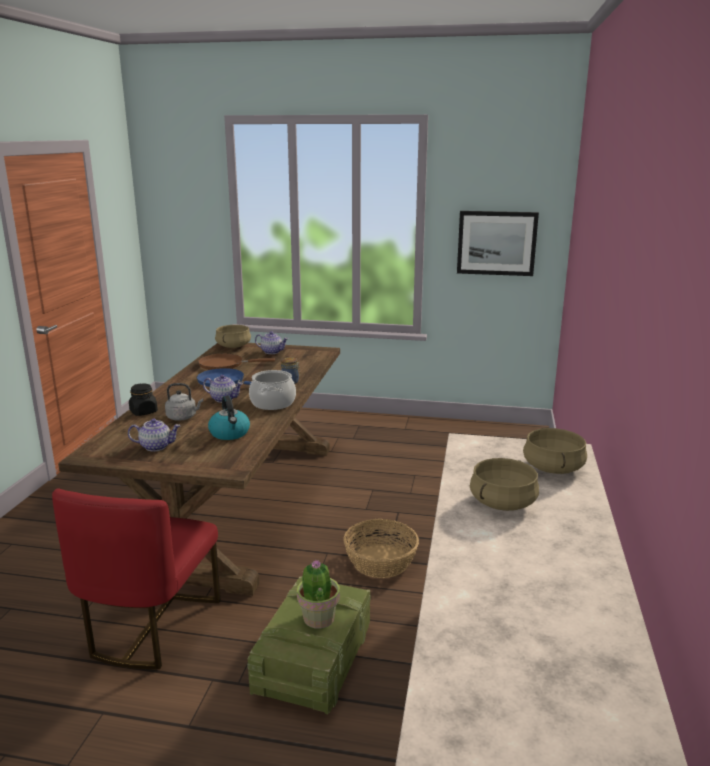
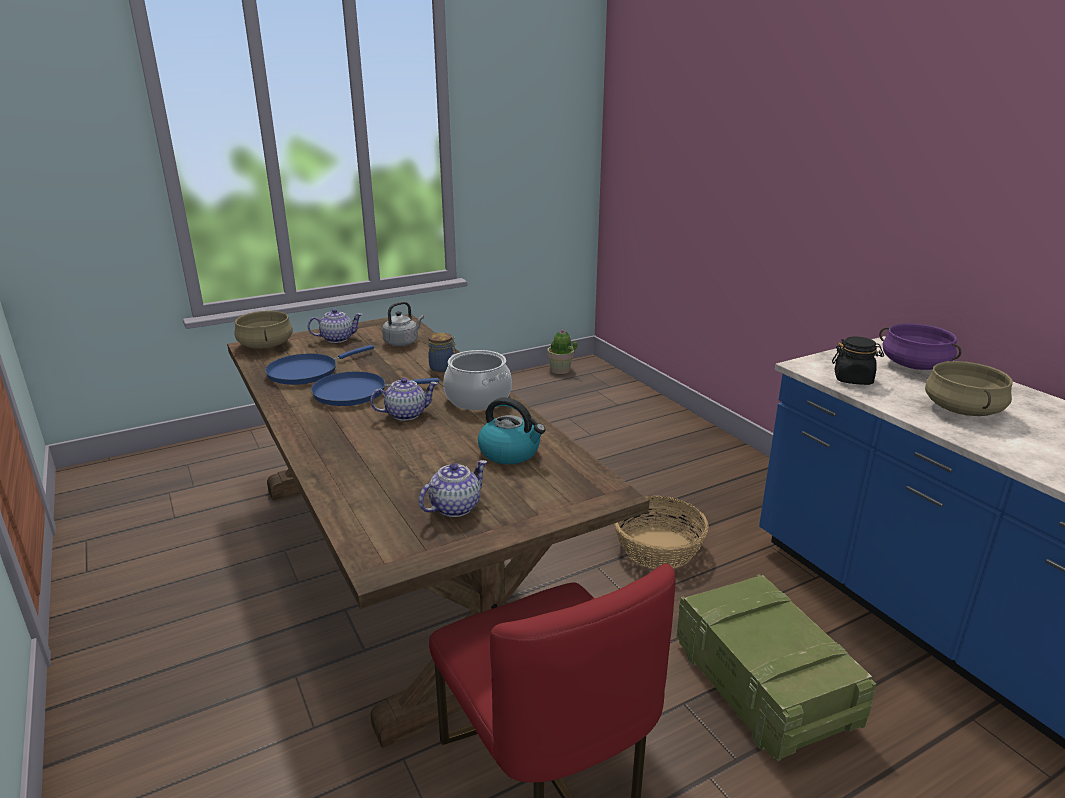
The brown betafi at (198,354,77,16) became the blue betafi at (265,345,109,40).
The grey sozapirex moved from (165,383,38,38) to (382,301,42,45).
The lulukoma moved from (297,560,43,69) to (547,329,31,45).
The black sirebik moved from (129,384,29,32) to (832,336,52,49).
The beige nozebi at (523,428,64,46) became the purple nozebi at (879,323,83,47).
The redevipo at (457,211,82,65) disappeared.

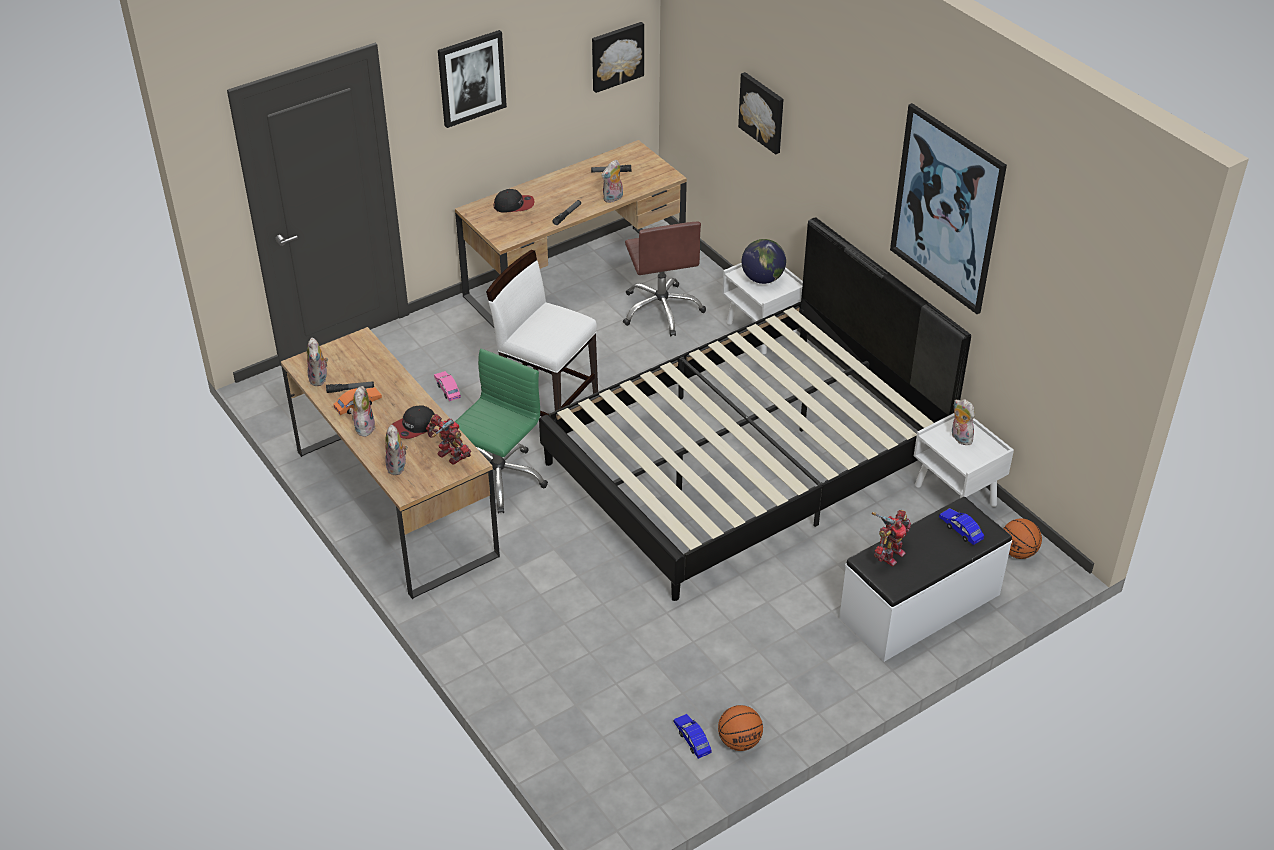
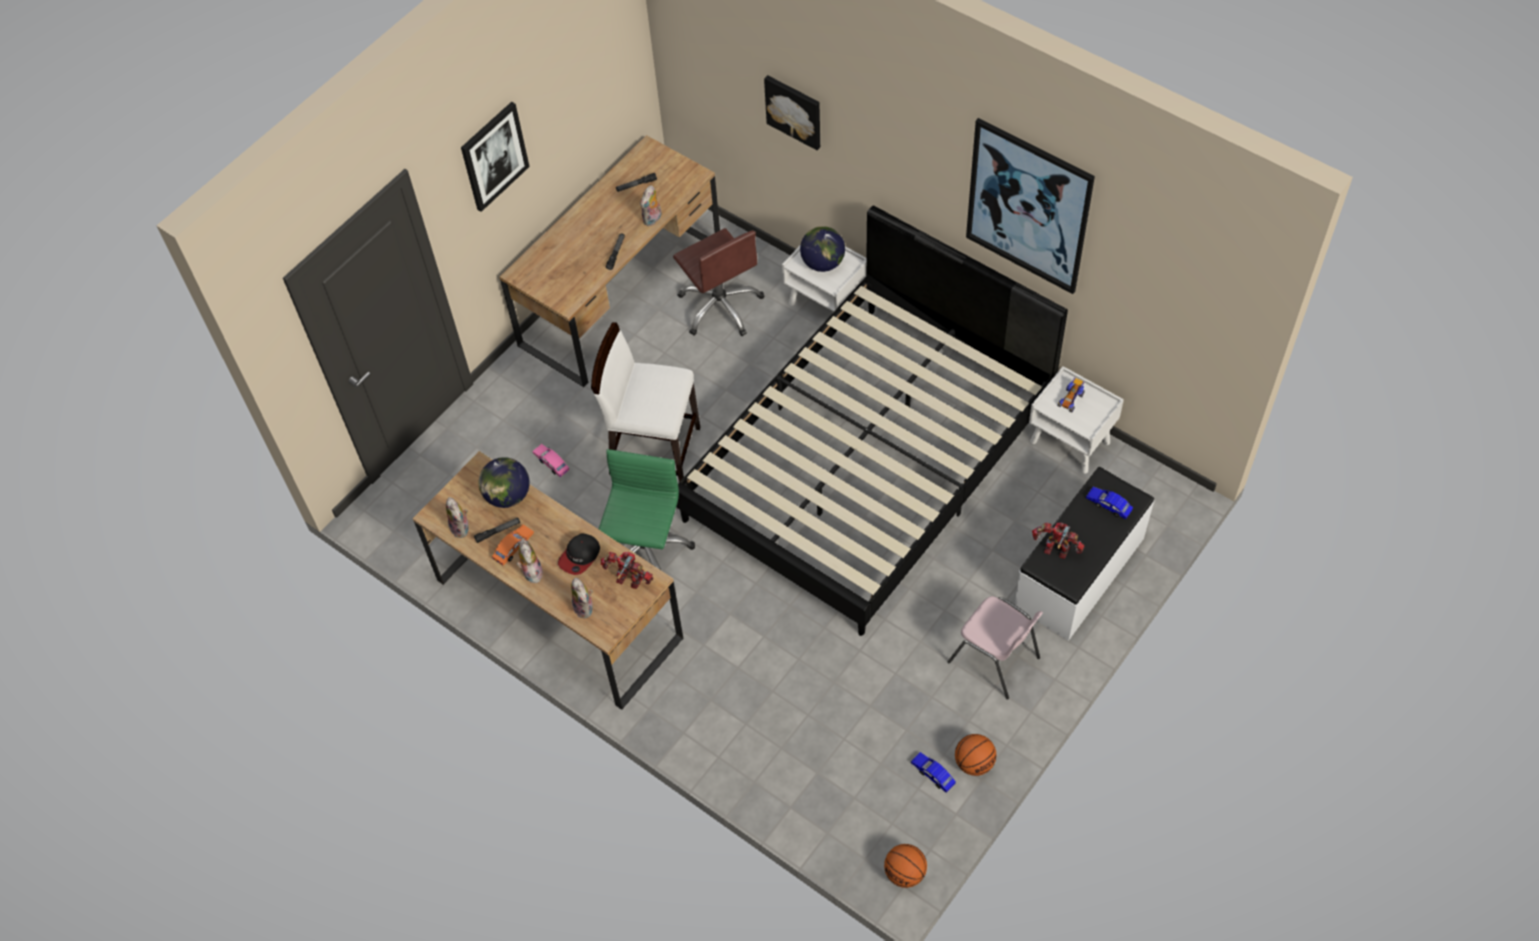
The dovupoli at (479,457,51,51) appeared.
The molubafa moved from (1003,518,39,41) to (884,844,43,44).
The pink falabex at (948,596,95,103) appeared.
The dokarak at (872,510,39,57) turned 90 degrees counterclockwise.
The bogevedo at (952,399,23,46) was replaced by the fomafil at (1057,377,28,36).
The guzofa at (494,189,40,24) disappeared.
The redevipo at (592,22,52,71) disappeared.

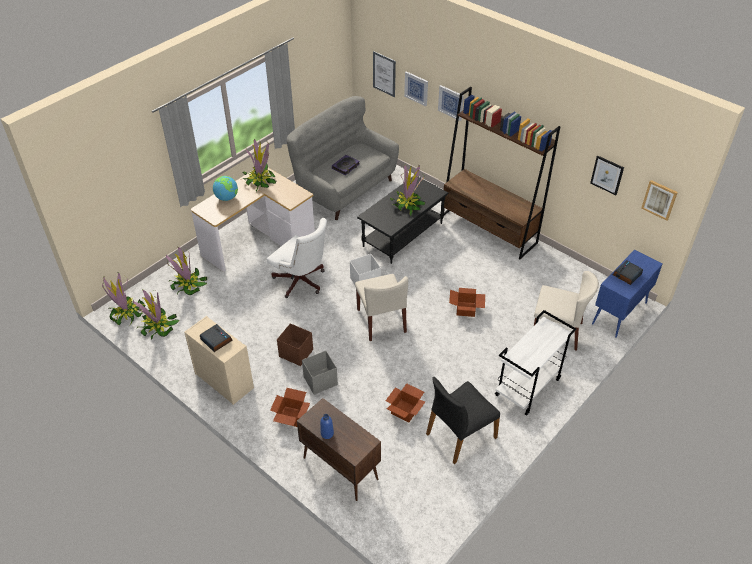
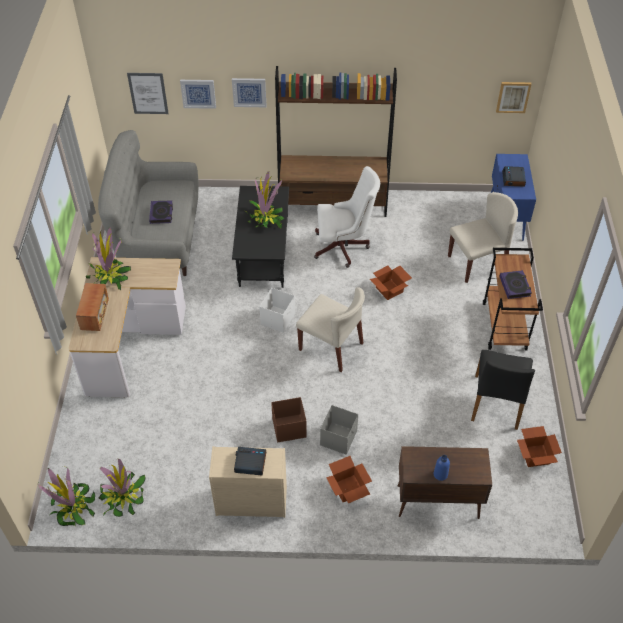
The dovupoli at (213,176,25,25) was replaced by the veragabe at (76,283,33,48).
The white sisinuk moved from (267,218,60,80) to (314,166,66,102).
The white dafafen at (495,310,81,106) became the brown dafafen at (483,248,60,102).
The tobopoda at (499,270,33,29) appeared.
The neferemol moved from (386,383,40,39) to (517,426,45,41).
The lulukoma at (166,246,41,49) disappeared.
The redevipo at (590,156,34,39) disappeared.

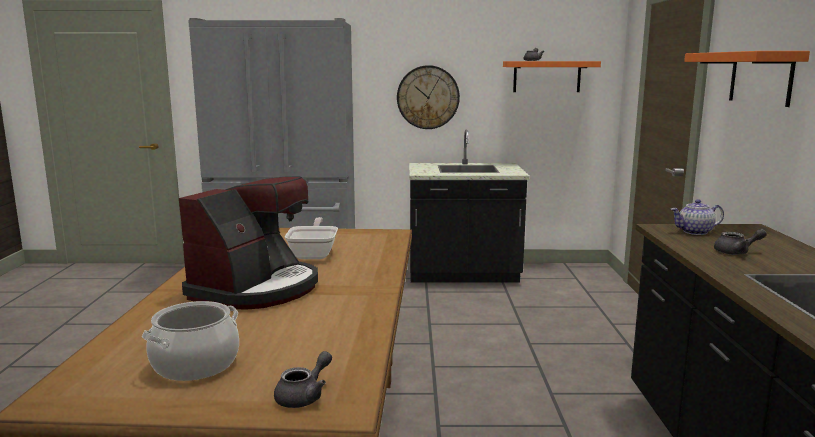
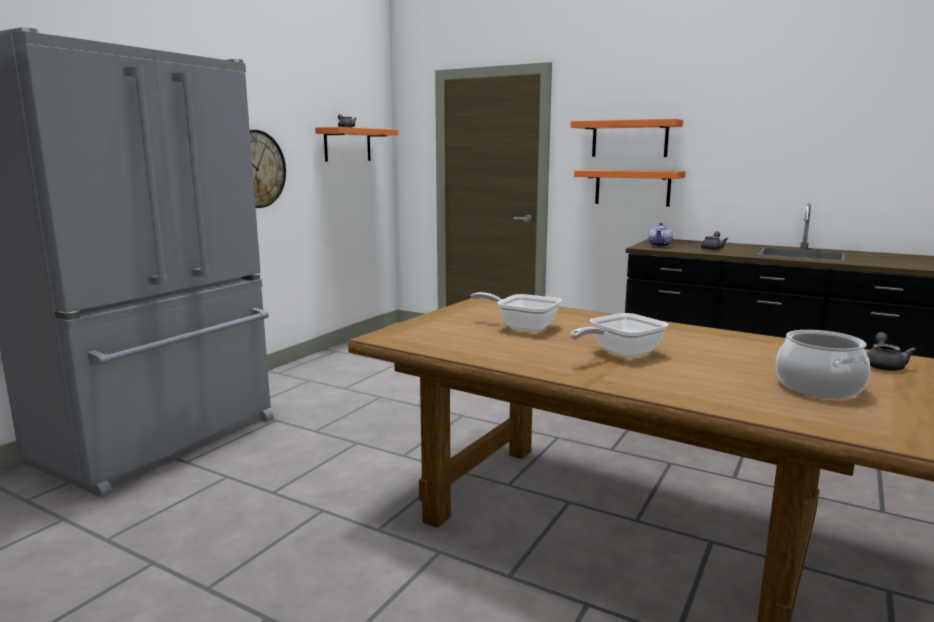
The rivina at (179,176,139,134) was replaced by the betafi at (570,313,99,45).
The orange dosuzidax at (574,170,111,37) appeared.
The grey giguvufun at (274,351,58,57) turned 45 degrees clockwise.
The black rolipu at (409,130,120,152) disappeared.

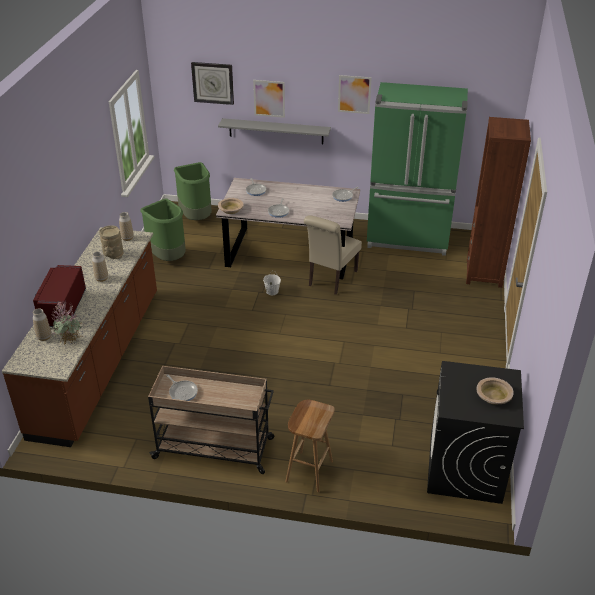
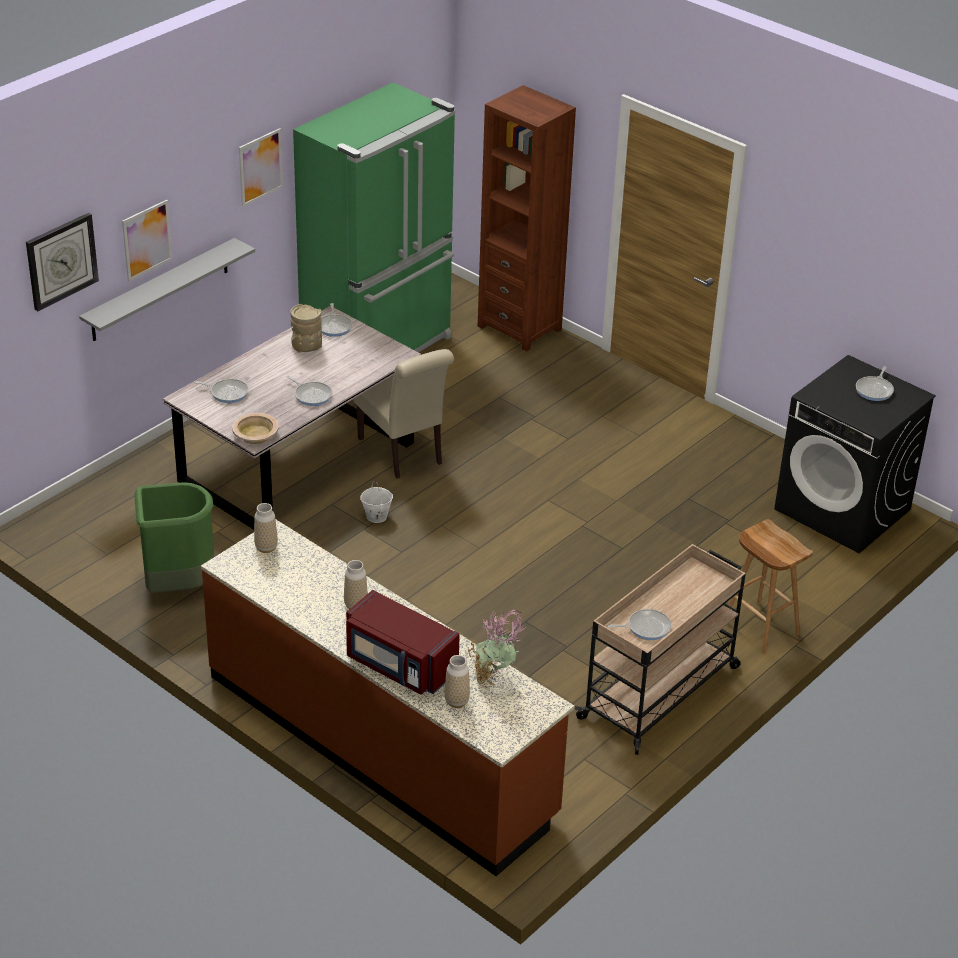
The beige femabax moved from (99,225,25,34) to (291,304,31,49).
The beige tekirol at (476,377,38,28) was replaced by the betafi at (856,366,38,35).
The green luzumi at (174,162,38,58) disappeared.

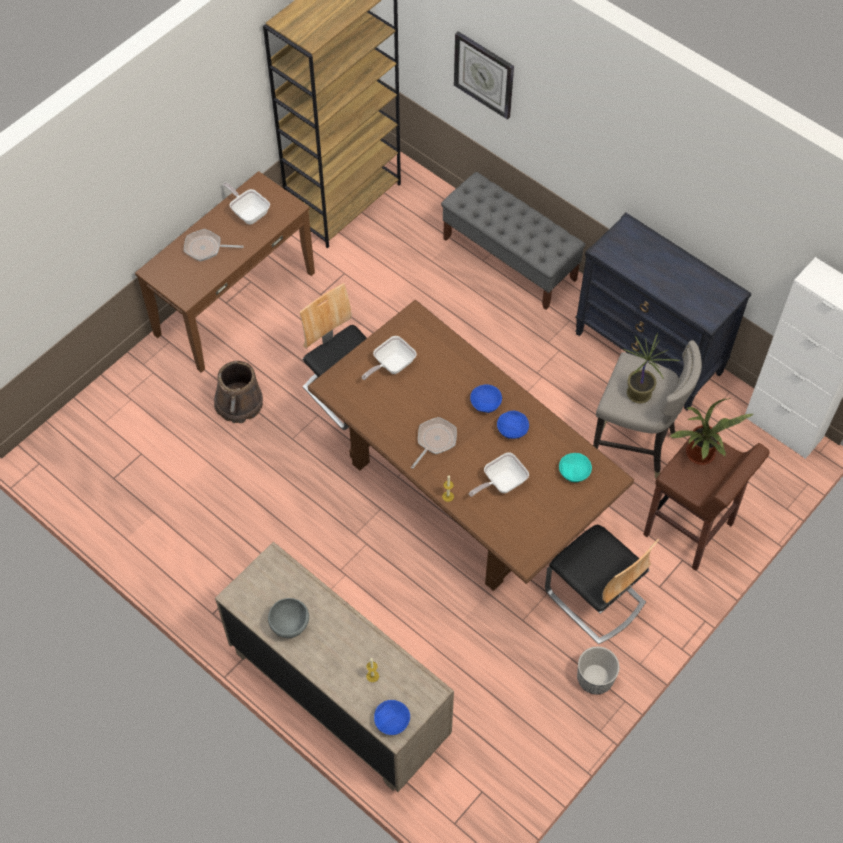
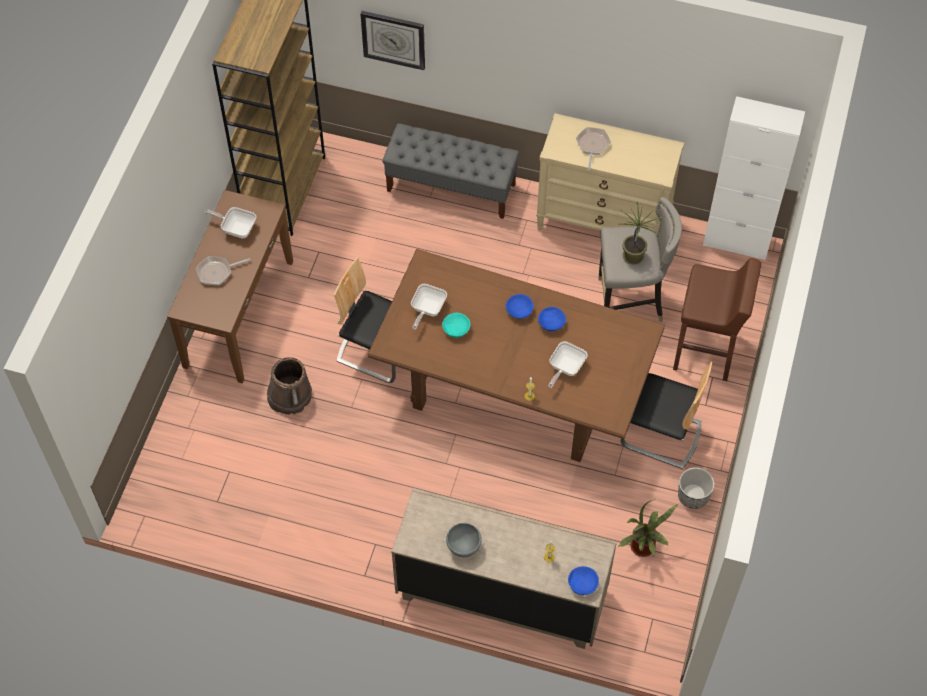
The turquoise tekirol moved from (559,453,33,29) to (442,313,29,25).
The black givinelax at (575,213,176,198) became the beige givinelax at (536,113,148,120).
The betafi moved from (411,417,46,52) to (576,127,35,44).
The lulukoma moved from (669,398,84,67) to (618,499,60,58).

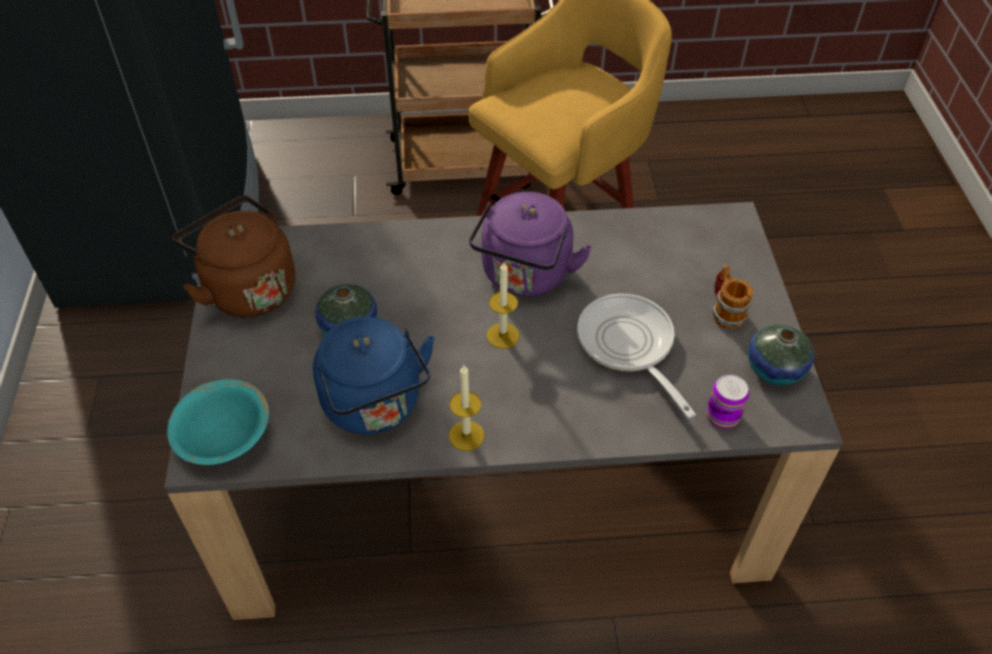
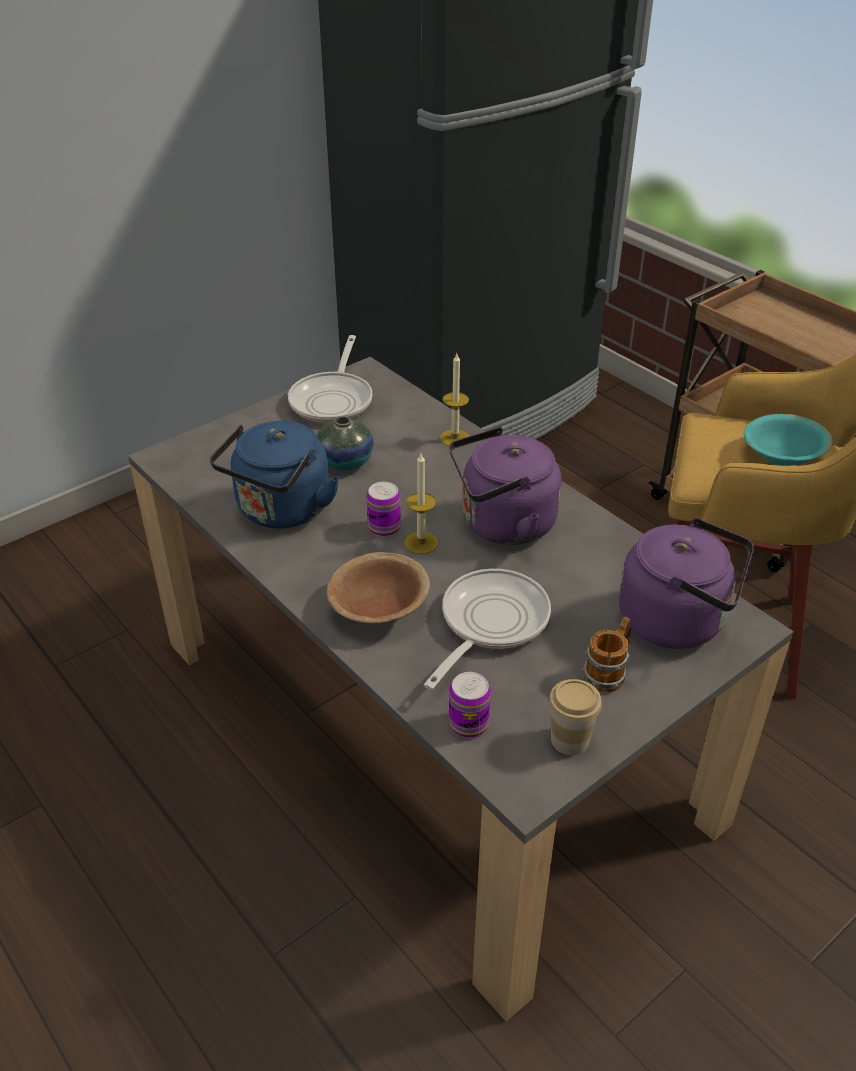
The brown sozapirex at (172,195,123,122) was replaced by the betafi at (288,335,85,88).
The brown tekirol at (327,552,103,72) appeared.
The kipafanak at (366,482,35,55) appeared.
The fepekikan moved from (449,365,35,86) to (440,354,29,92).
The femabax at (748,324,66,61) was replaced by the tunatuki at (549,679,53,76).
The purple sozapirex at (619,518,135,131) appeared.
The turquoise tekirol moved from (167,379,102,86) to (744,414,89,52).

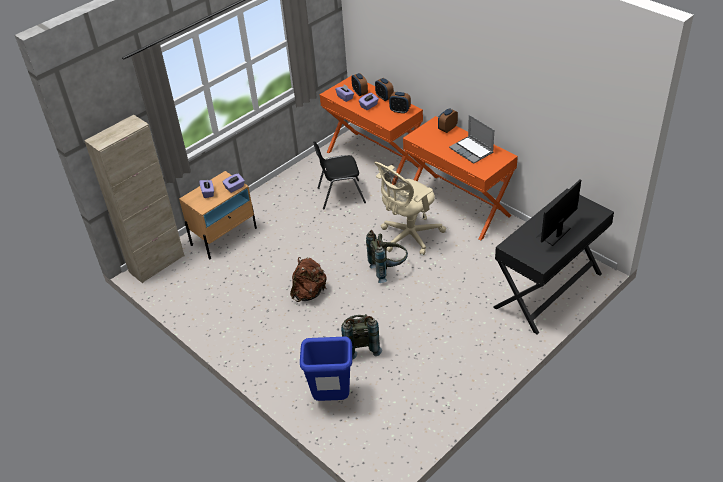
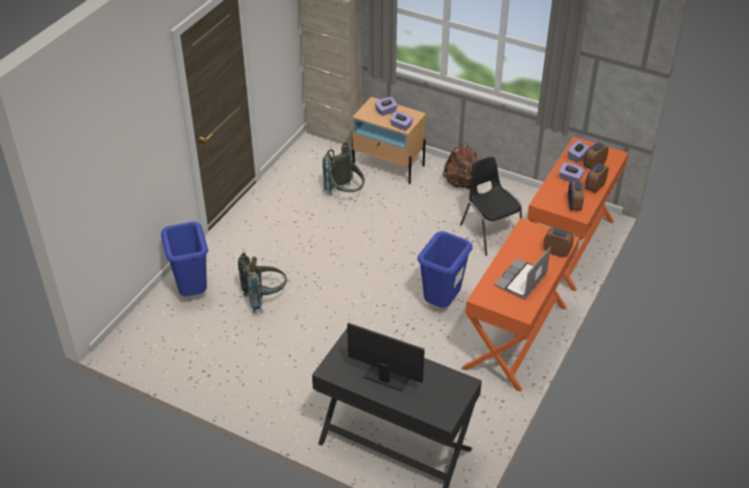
The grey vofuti moved from (366,230,42,53) to (322,143,43,52).
The beige sisinuk at (374,162,72,93) was replaced by the blue luzumi at (417,231,55,77).
The brown vofuti moved from (290,257,37,45) to (442,142,35,48).

